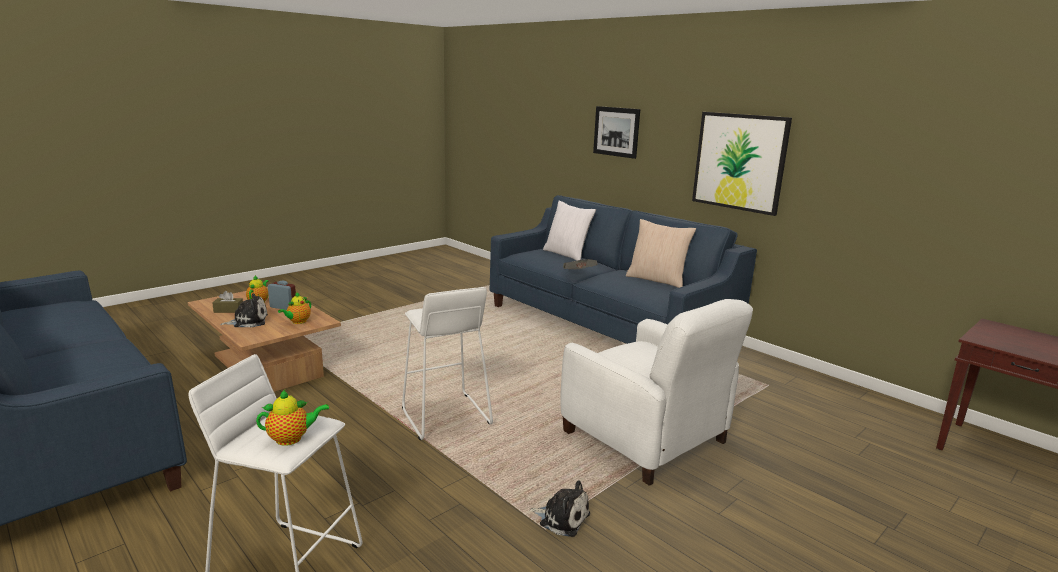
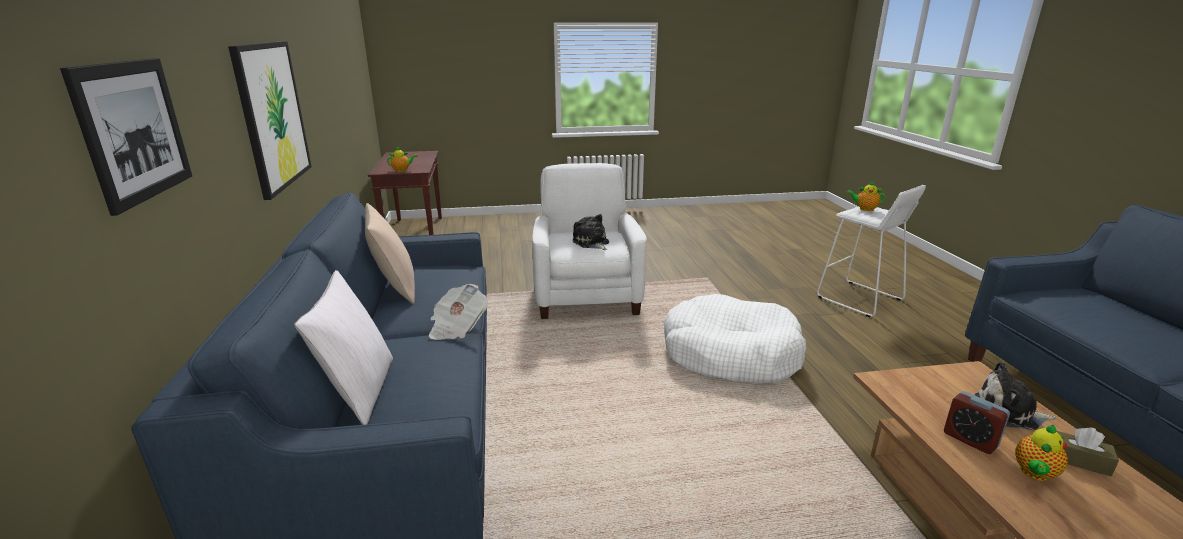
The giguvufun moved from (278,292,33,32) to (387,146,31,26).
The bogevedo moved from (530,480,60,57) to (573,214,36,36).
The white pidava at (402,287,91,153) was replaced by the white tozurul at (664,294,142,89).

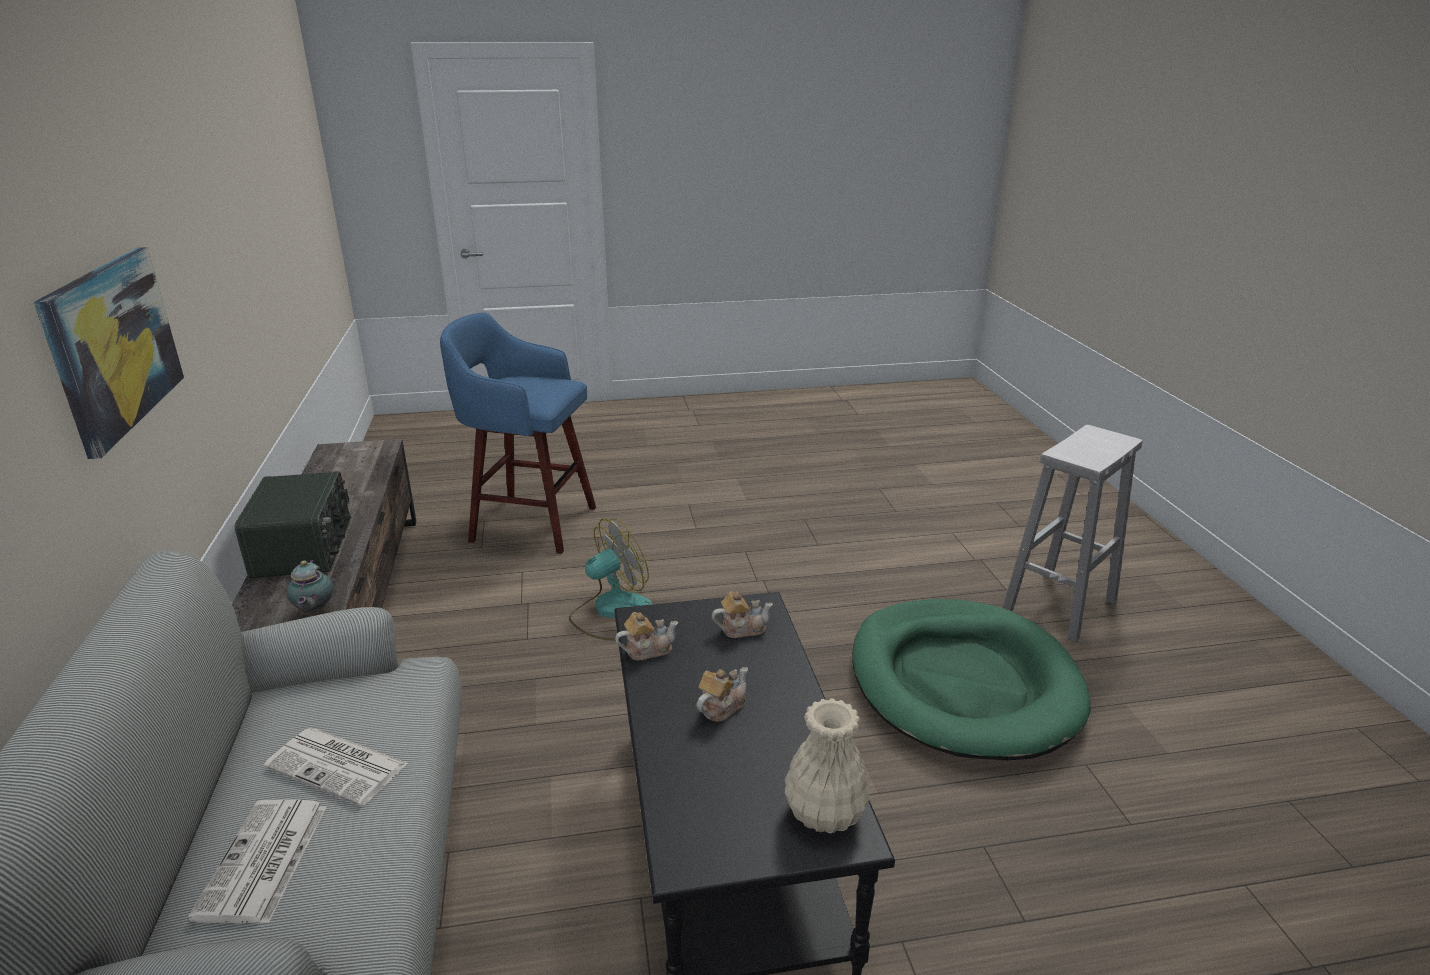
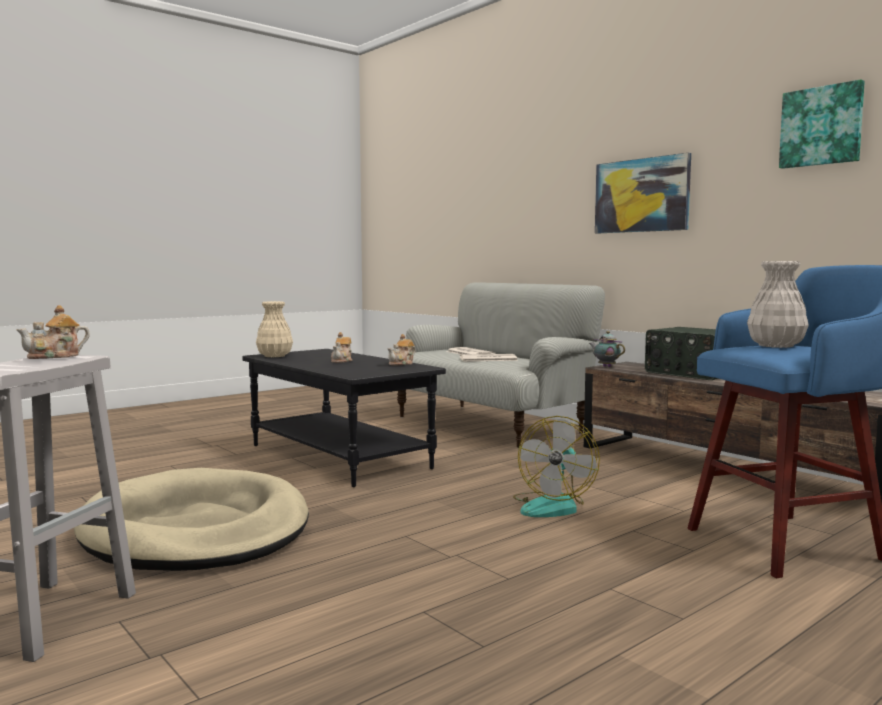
The giguvufun moved from (712,591,61,47) to (16,305,74,54).
The green tozurul at (852,599,239,161) became the beige tozurul at (74,468,235,103).
The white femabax at (747,261,62,87) appeared.
The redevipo at (779,79,86,90) appeared.

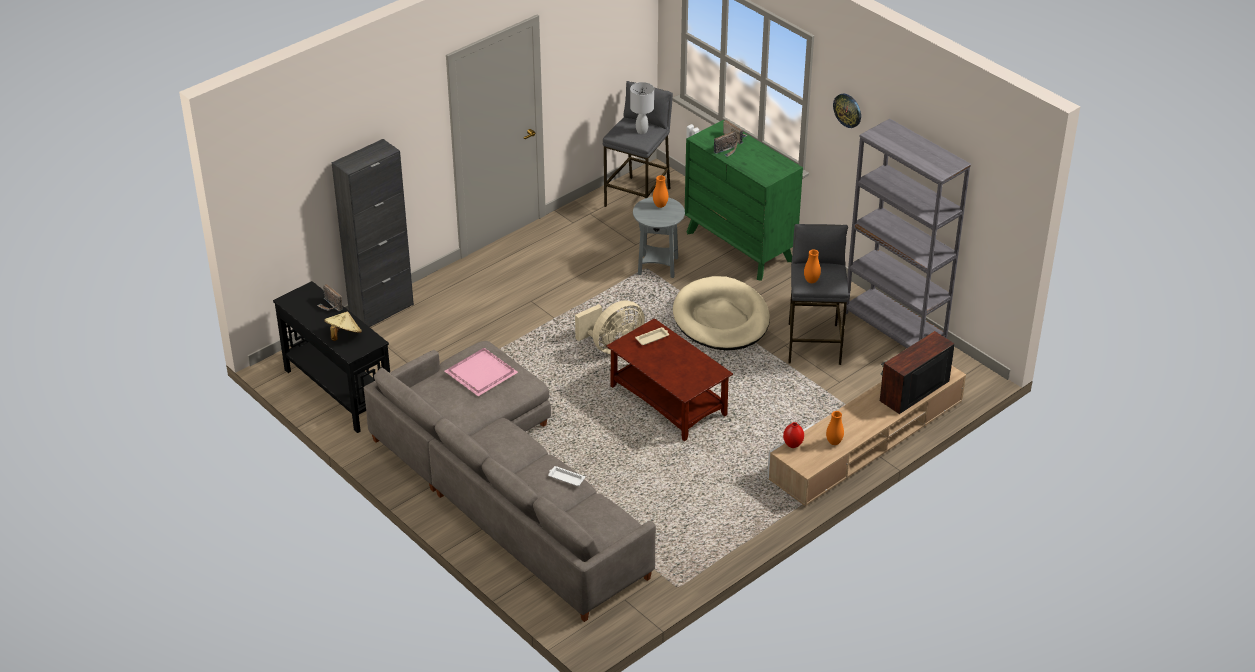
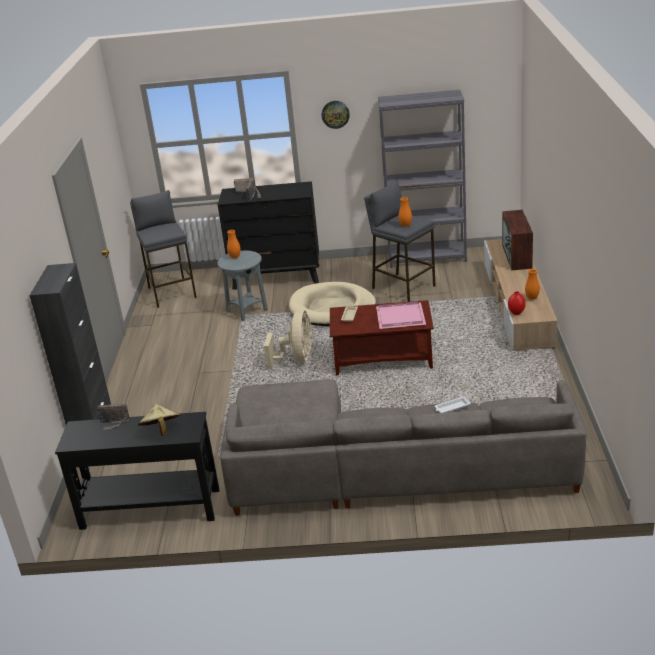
The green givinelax at (685,120,118,161) became the black givinelax at (218,181,101,109).
The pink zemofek moved from (445,348,73,48) to (376,301,50,28).
The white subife at (630,82,24,52) disappeared.

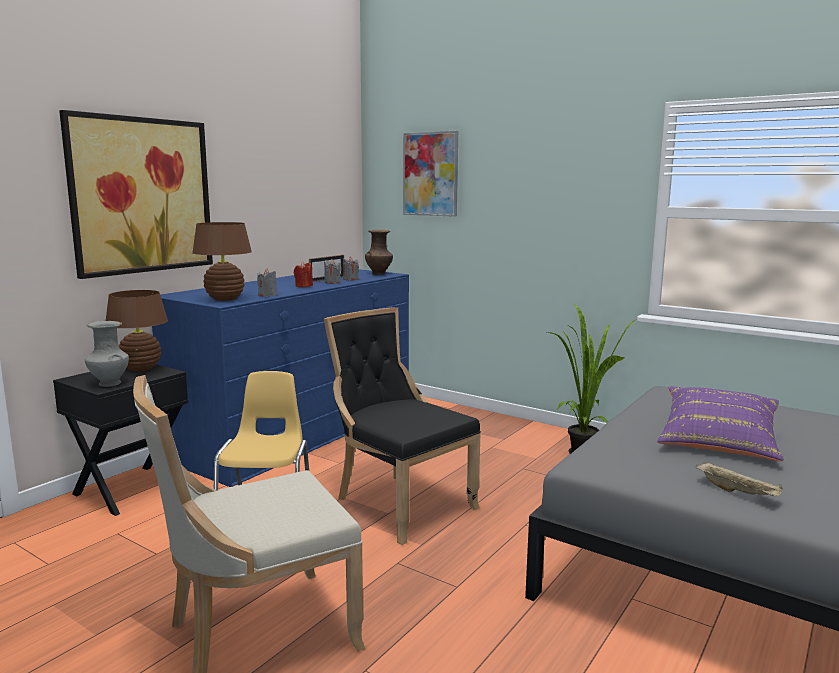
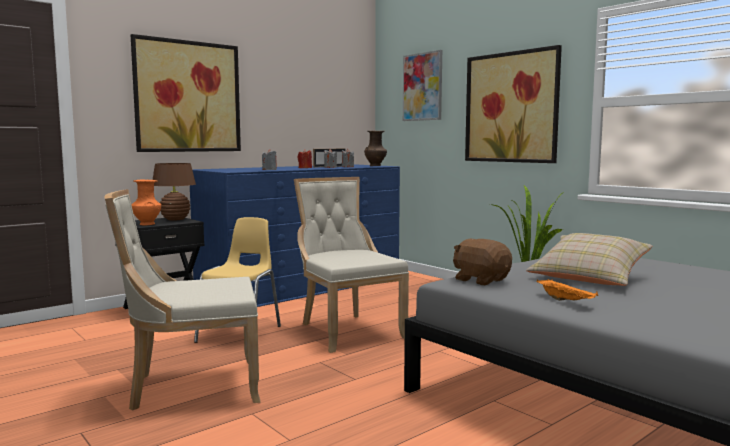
The grey femabax at (85,321,44,66) became the orange femabax at (131,179,30,46).
The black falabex at (324,307,157,238) became the beige falabex at (294,177,115,176).
The brown bogevedo at (453,239,59,46) appeared.
The redevipo at (465,45,97,118) appeared.
The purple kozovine at (657,386,127,75) became the beige kozovine at (526,233,126,53).
The beige zemofek at (695,462,88,34) became the orange zemofek at (536,279,62,22).
The brown subife at (192,222,60,79) disappeared.

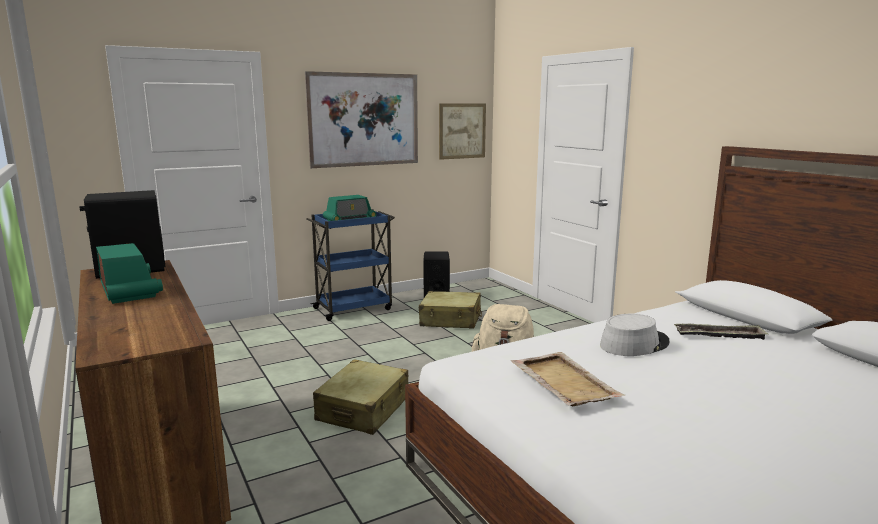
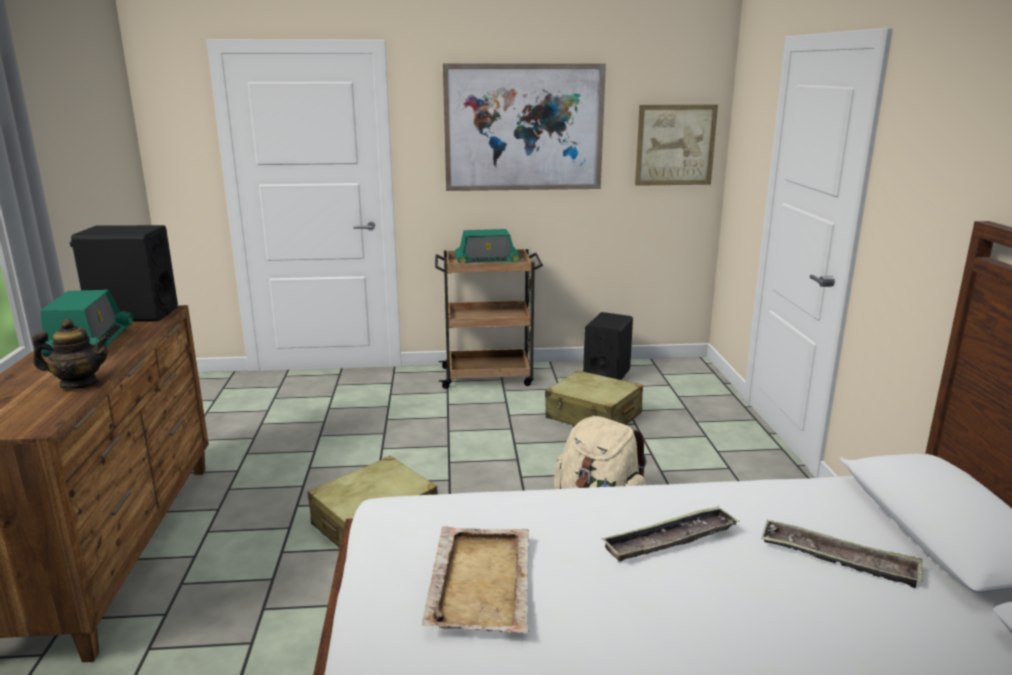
The giguvufun at (32,319,78,71) appeared.
The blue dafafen at (306,209,89,112) became the brown dafafen at (435,249,108,140).
The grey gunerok at (600,314,70,42) was replaced by the zemofek at (601,506,138,56).

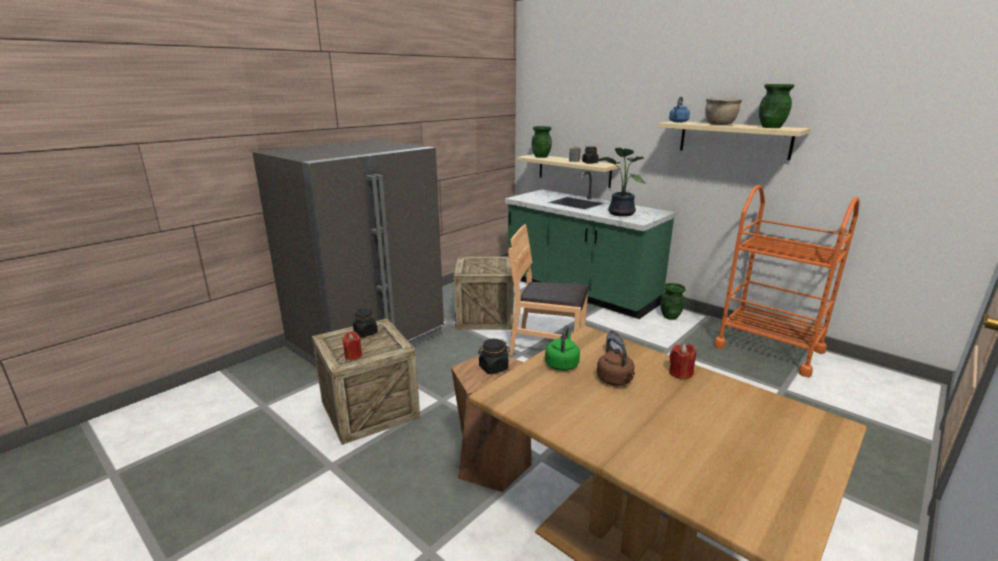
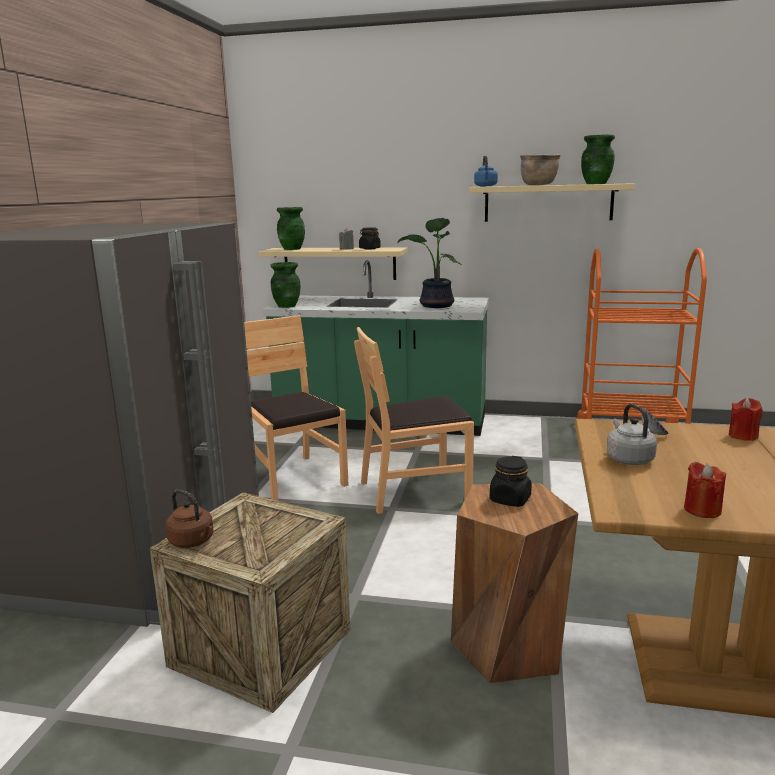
The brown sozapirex moved from (597,338,38,48) to (165,489,48,59).
The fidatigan at (454,256,60,74) was replaced by the brown falabex at (244,315,105,186).
The green femabax moved from (660,283,26,37) to (271,262,30,46).
The green sozapirex at (545,325,35,46) became the grey sozapirex at (607,404,50,61).
The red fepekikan moved from (342,332,20,28) to (684,462,42,56).
The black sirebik at (353,308,25,29) disappeared.

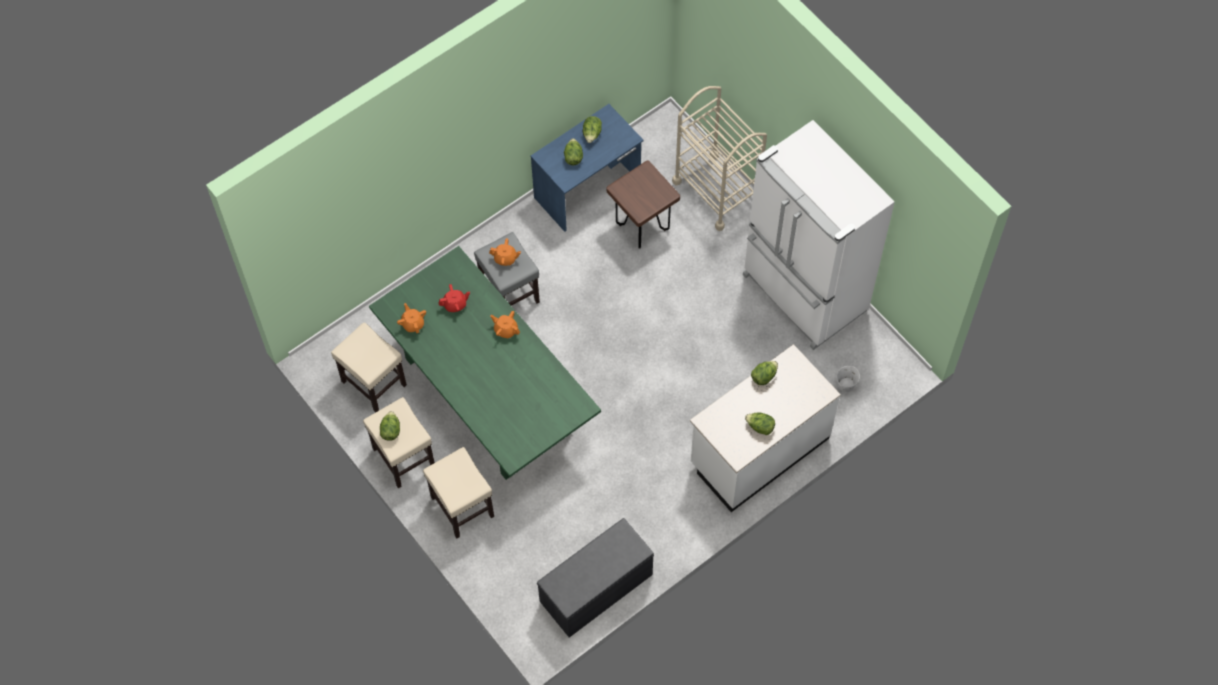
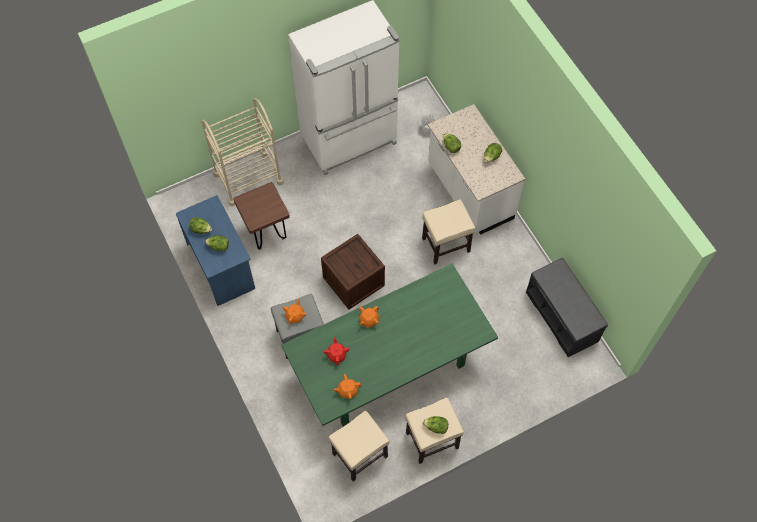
The fidatigan at (321,234,64,76) appeared.
The beige pidava moved from (423,447,71,91) to (422,199,53,66).

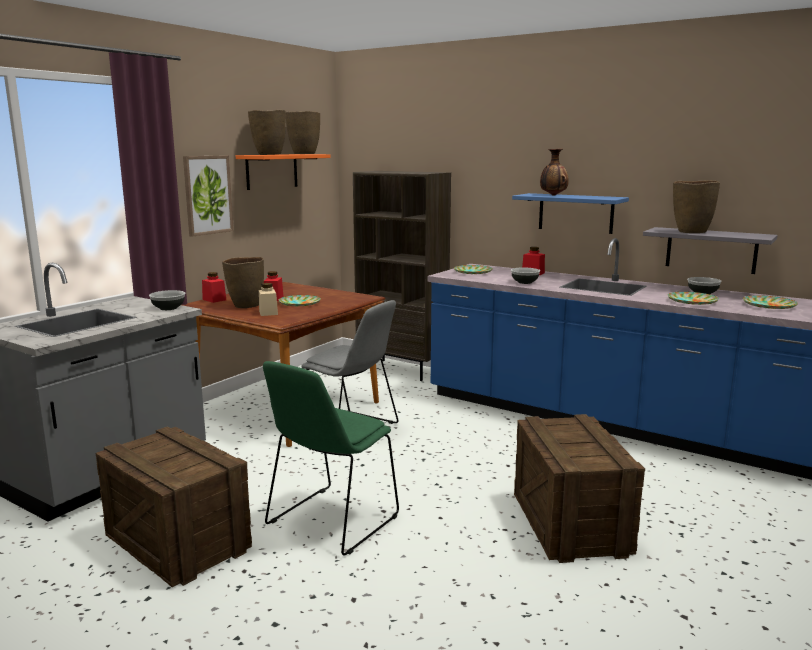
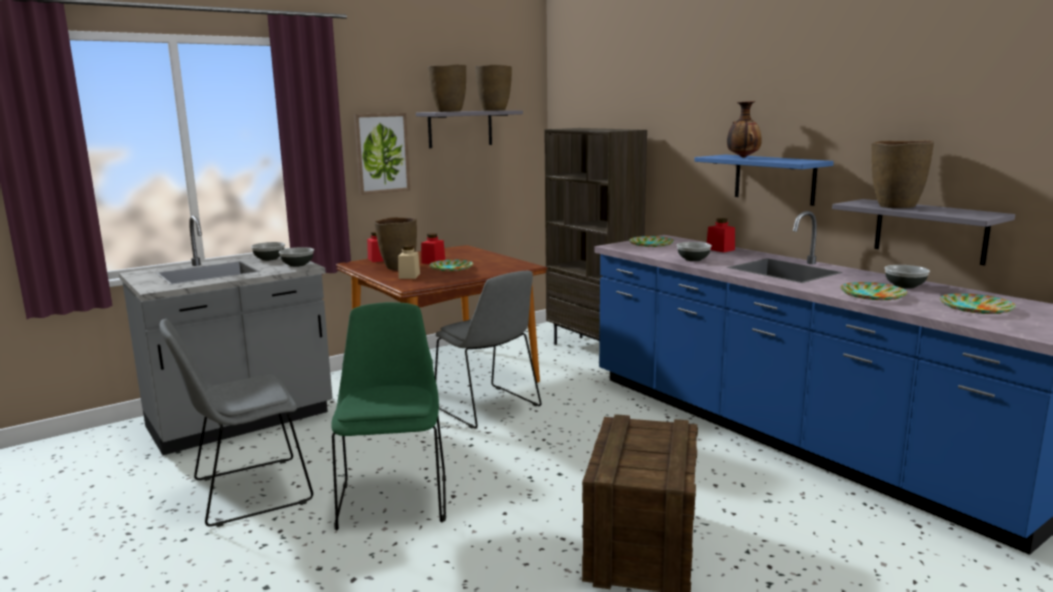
The fidatigan at (96,426,156,161) was replaced by the grey falabex at (159,319,154,208).
The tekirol at (251,242,34,19) appeared.
The green falabex at (263,361,136,195) turned 120 degrees clockwise.
The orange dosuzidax at (236,154,95,36) became the grey dosuzidax at (416,110,107,38).

